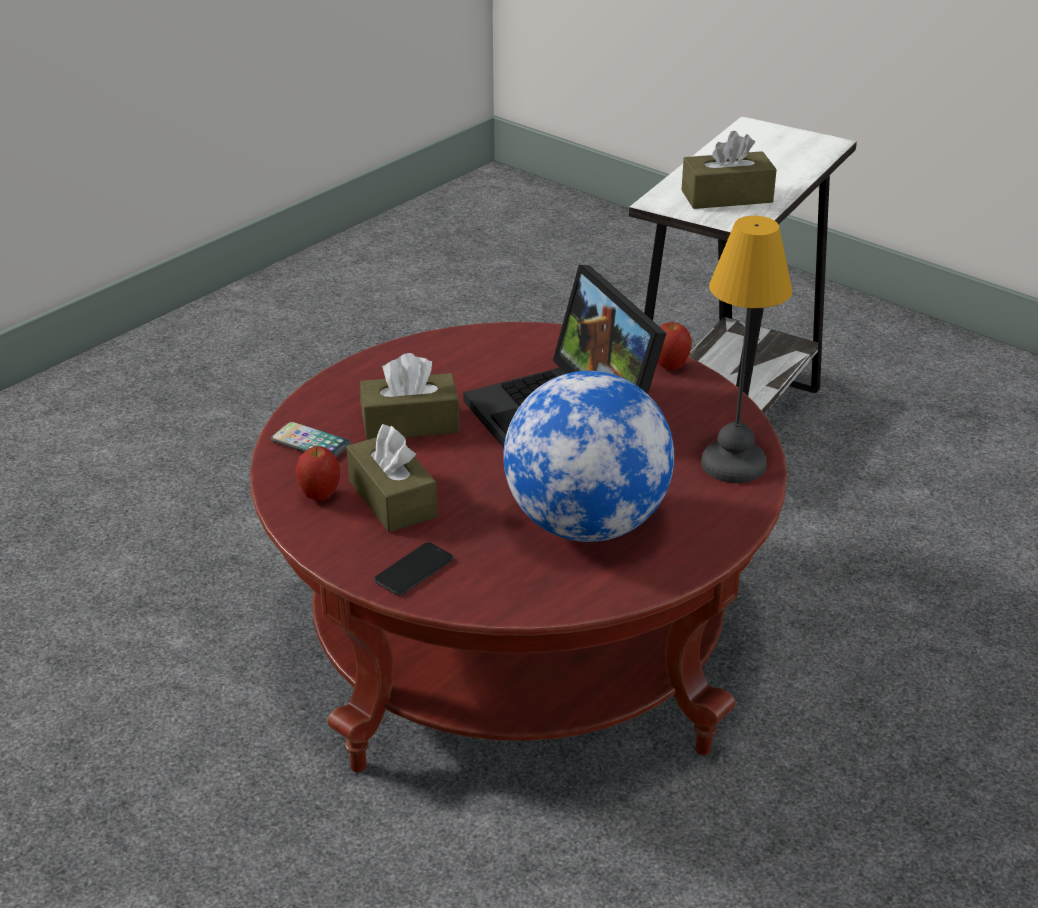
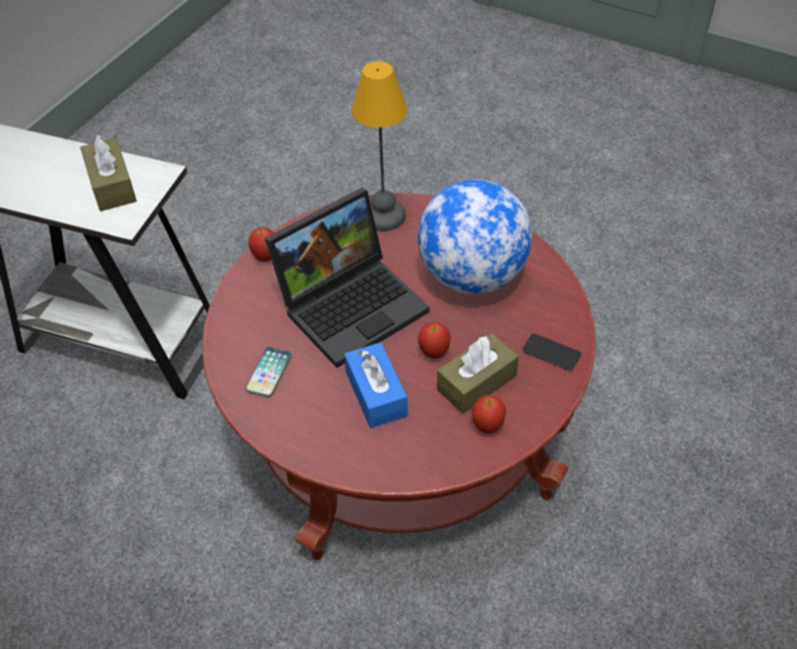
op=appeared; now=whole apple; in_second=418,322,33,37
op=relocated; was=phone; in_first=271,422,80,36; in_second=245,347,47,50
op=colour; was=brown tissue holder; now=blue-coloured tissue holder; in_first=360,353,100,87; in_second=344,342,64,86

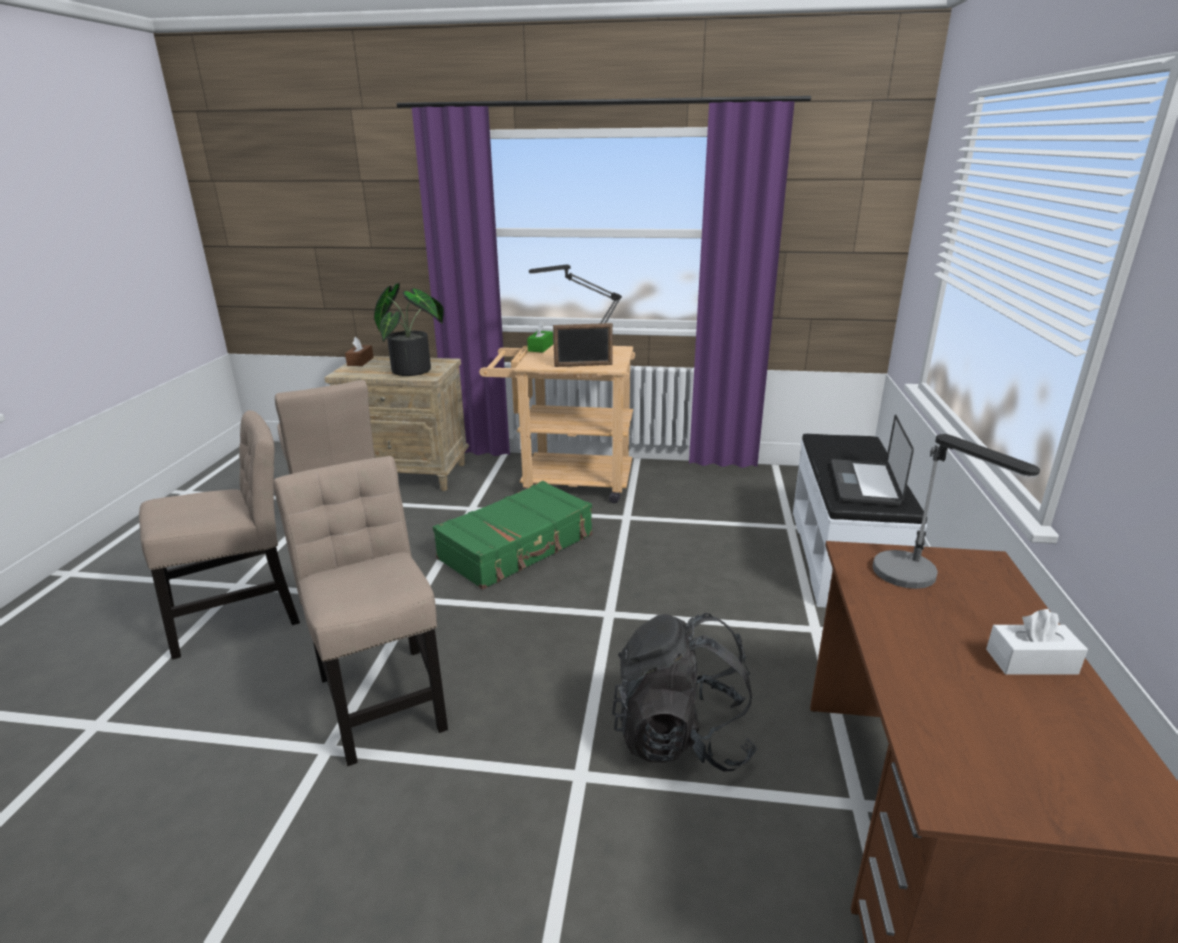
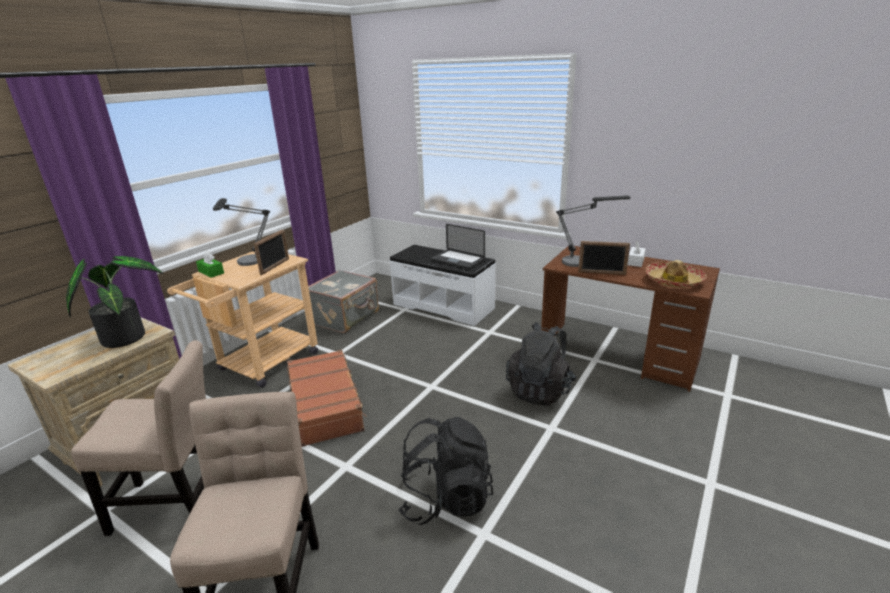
op=missing; was=brown tissue holder; in_first=345,337,29,29
op=appeared; now=greyish travel case; in_second=308,270,71,63
op=appeared; now=photo frame; in_second=578,241,52,34
op=appeared; now=hat; in_second=645,260,62,28
op=exchanged; was=beige-coloured plain chair; now=black backpack; in_first=273,456,175,310; in_second=398,417,95,108
op=colour; was=green-coloured travel case; now=brown travel case; in_first=433,481,159,109; in_second=287,350,80,97

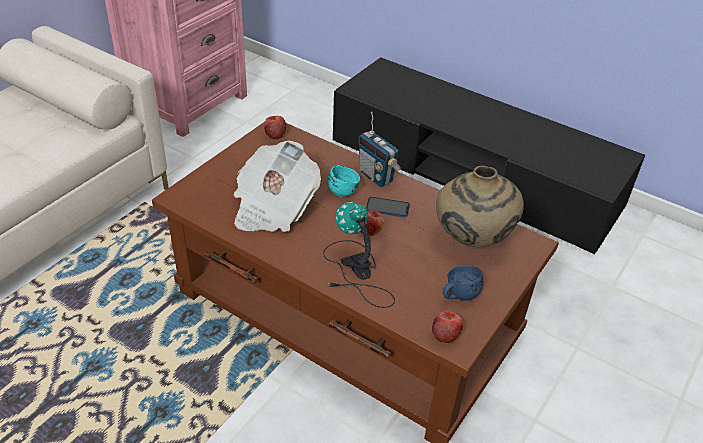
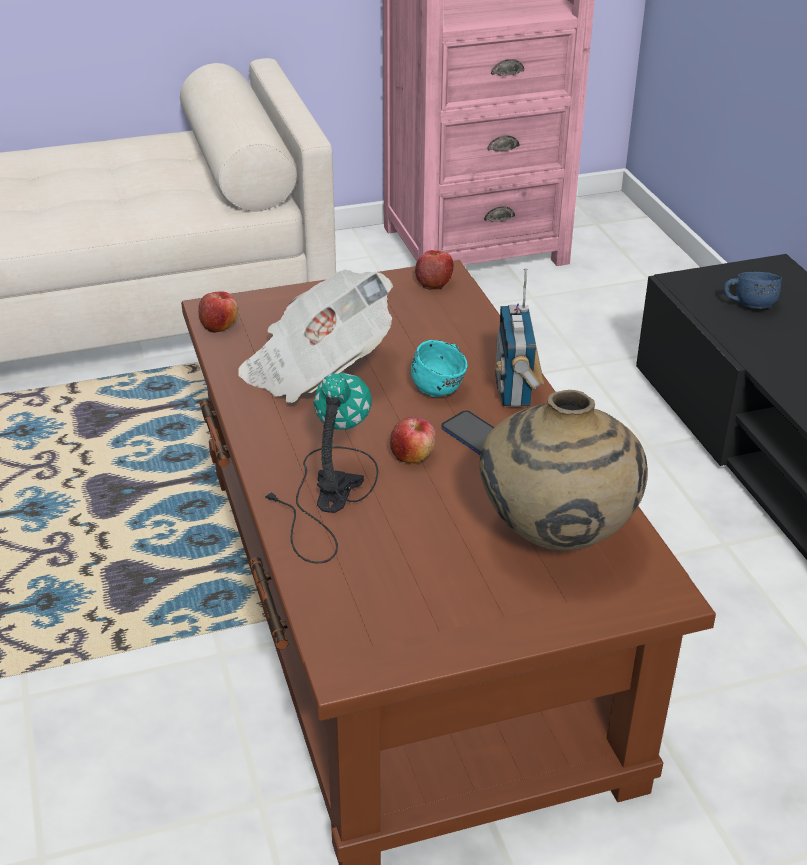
op=relocated; was=whole apple; in_first=432,311,31,32; in_second=198,292,40,41
op=relocated; was=blue-coloured tea mug; in_first=443,265,40,36; in_second=723,272,59,37

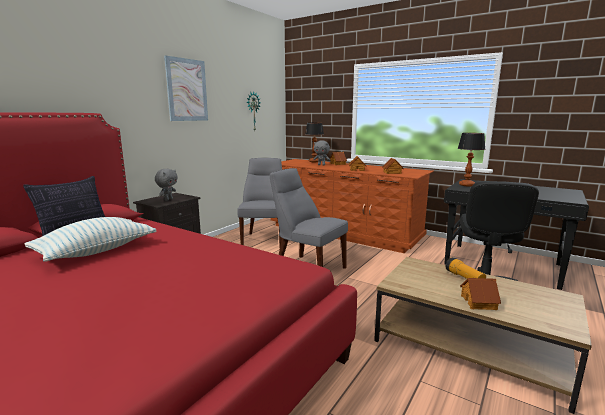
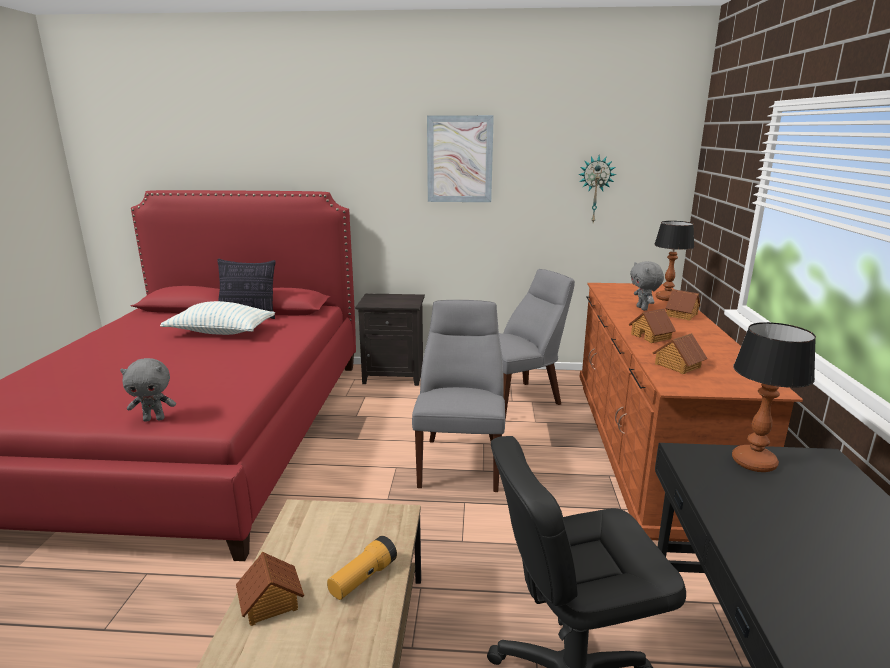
op=relocated; was=greyish soft toy; in_first=155,169,23,32; in_second=120,358,56,64

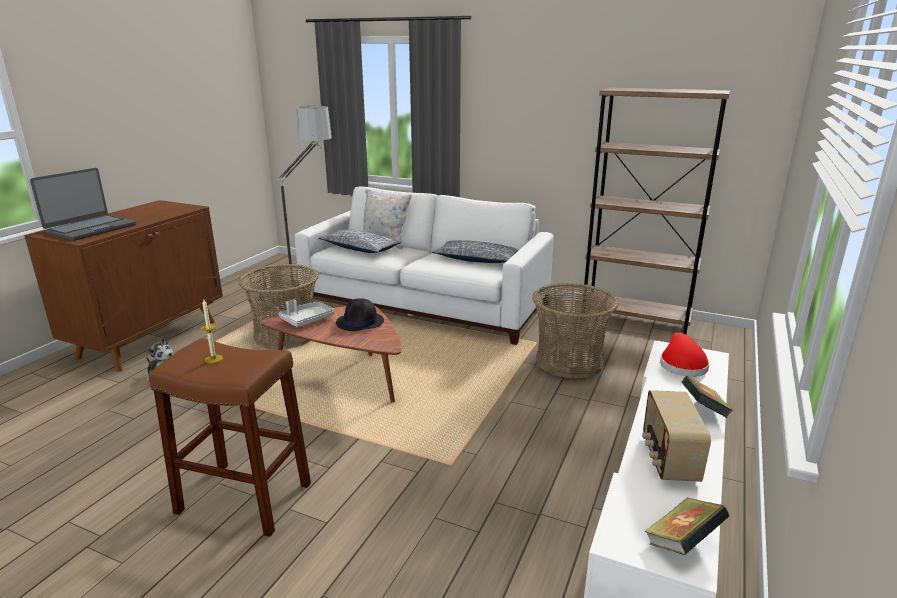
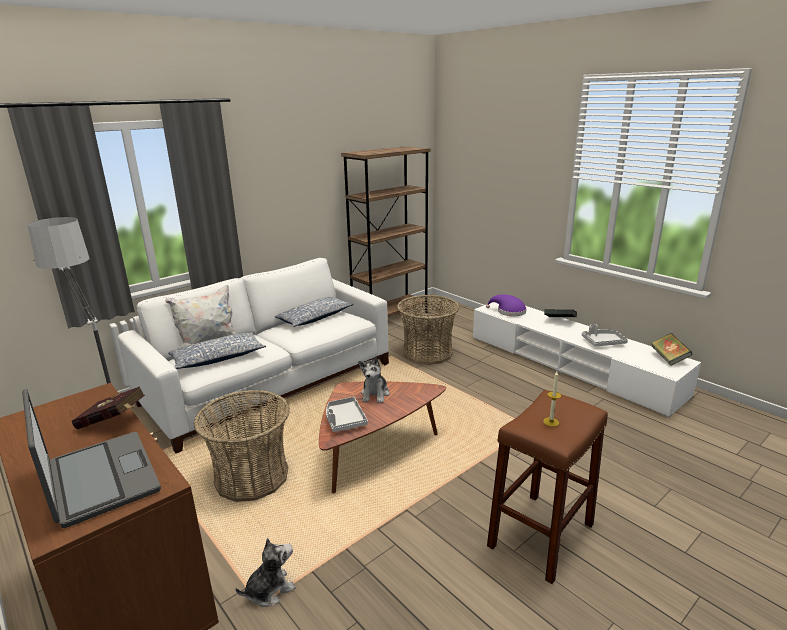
op=appeared; now=reddish bound book; in_second=72,386,73,43
op=exchanged; was=black hat; now=soft toy; in_first=336,298,48,33; in_second=358,356,32,47
op=exchanged; was=radio set; now=greyish tray; in_first=642,390,69,92; in_second=582,324,46,23
op=colour; was=reddish hat; now=purple-coloured hat; in_first=660,332,49,45; in_second=486,294,40,22

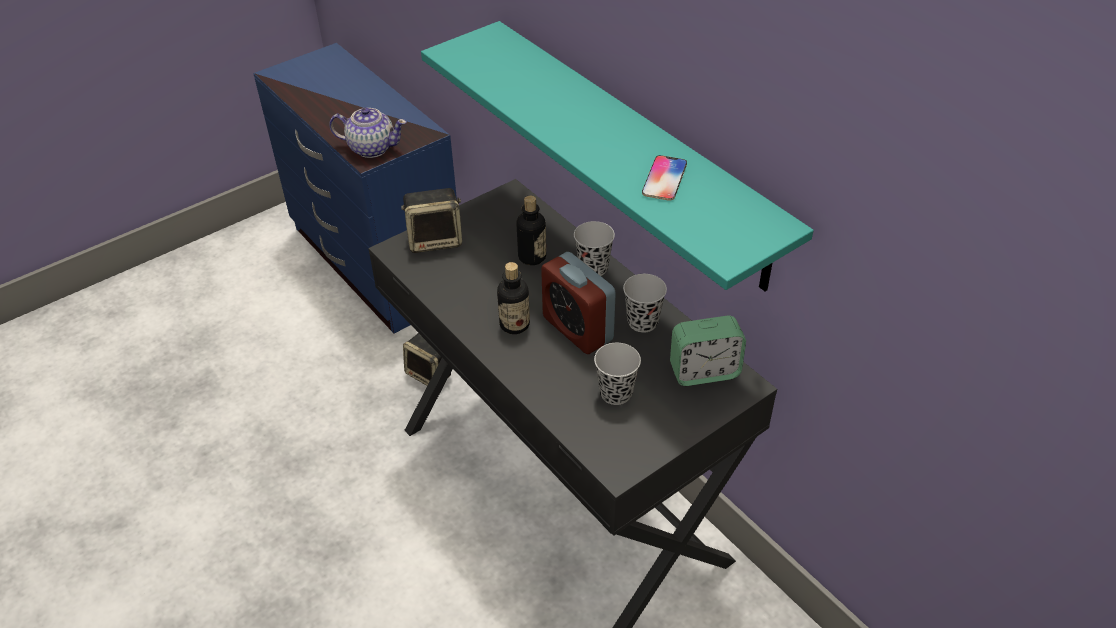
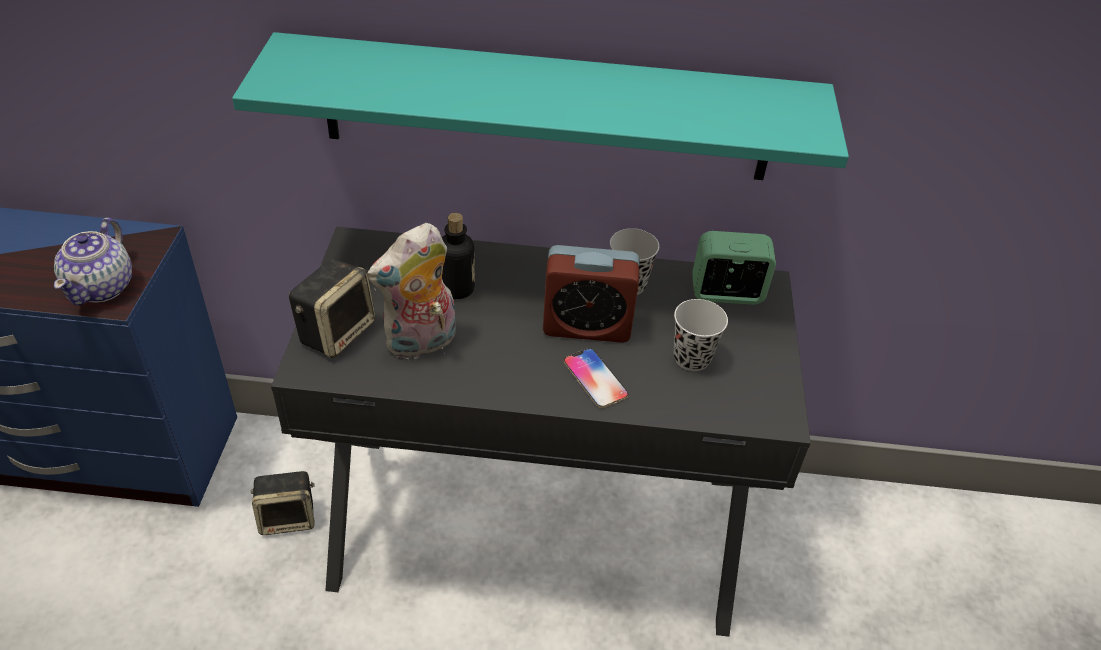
op=missing; was=drink bottle; in_first=497,262,33,72
op=missing; was=black small cup; in_first=574,221,41,55
op=appeared; now=soft toy; in_second=367,223,89,138
op=relocated; was=phone; in_first=642,155,45,46; in_second=564,348,64,60
op=spun; was=pot for tea; in_first=329,107,78,51; in_second=54,217,78,88; clockwise=135
op=spun; was=bedside clock; in_first=670,316,76,70; in_second=692,231,84,74; clockwise=-120

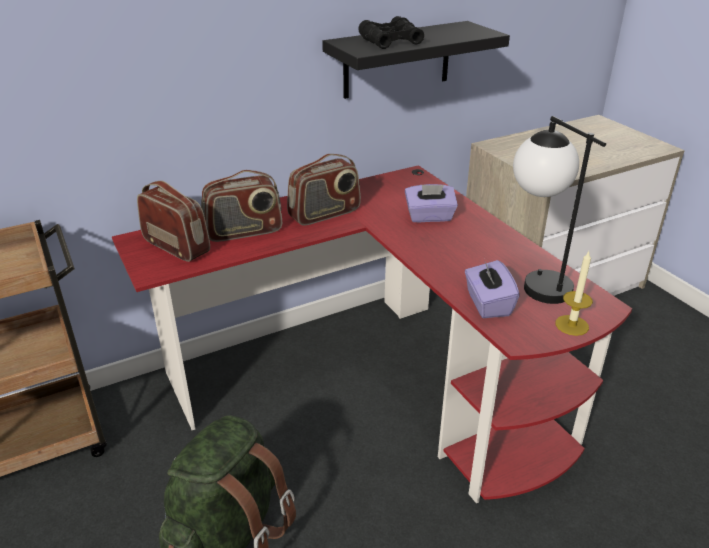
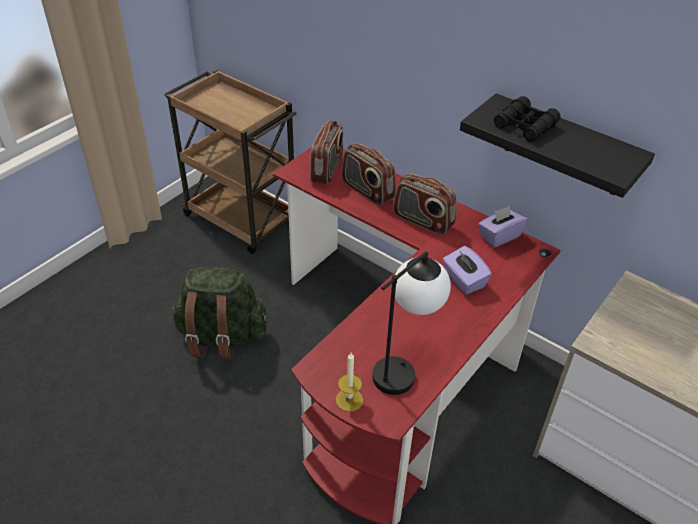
op=relocated; was=purple-coloured tissue holder; in_first=465,260,55,58; in_second=478,206,50,41

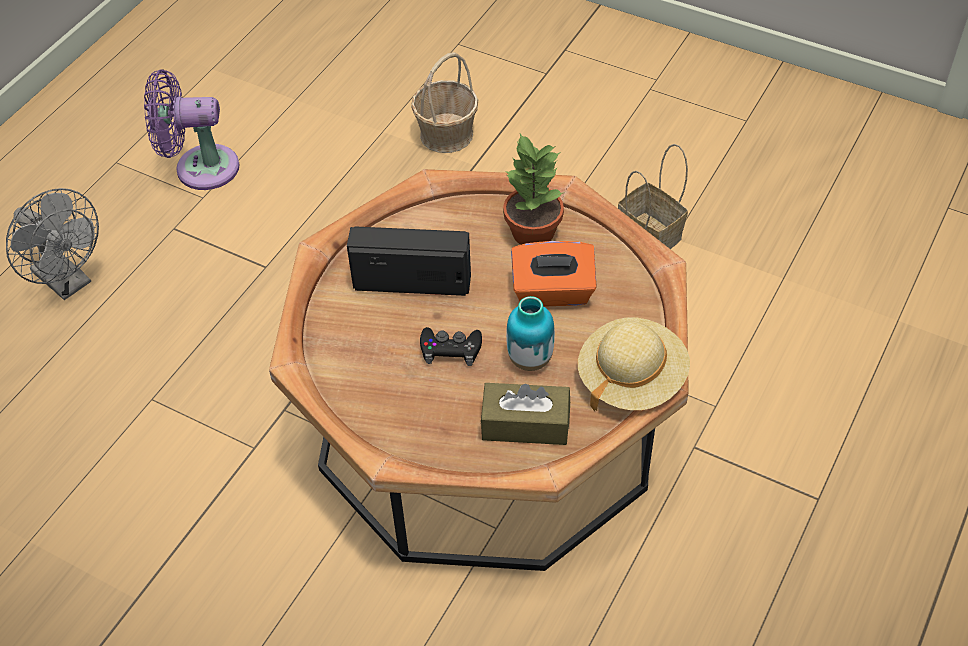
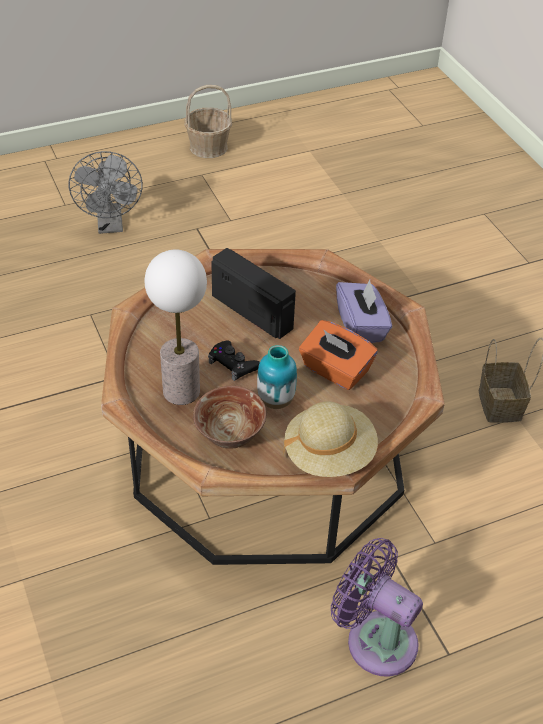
op=appeared; now=table lamp; in_second=145,250,62,155
op=relocated; was=purple-coloured fan; in_first=144,69,95,121; in_second=331,538,92,139
op=relocated; was=storage basket; in_first=411,52,67,101; in_second=184,85,48,73
op=exchanged; was=brown tissue holder; now=bowl; in_first=481,383,89,62; in_second=193,386,73,63
op=exchanged; was=potted plant; now=purple-coloured tissue holder; in_first=503,134,62,111; in_second=336,280,56,63

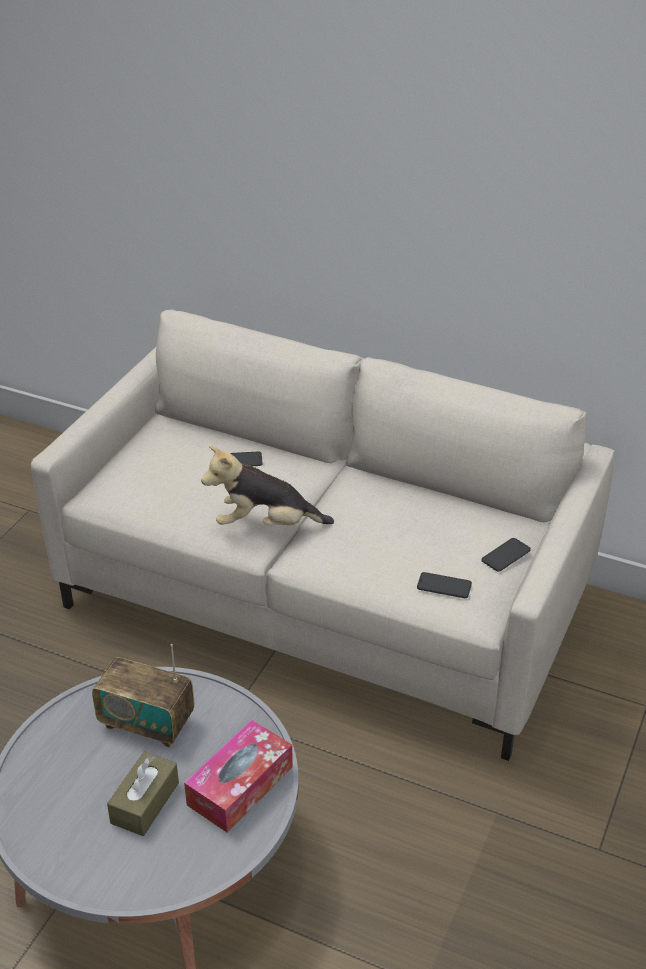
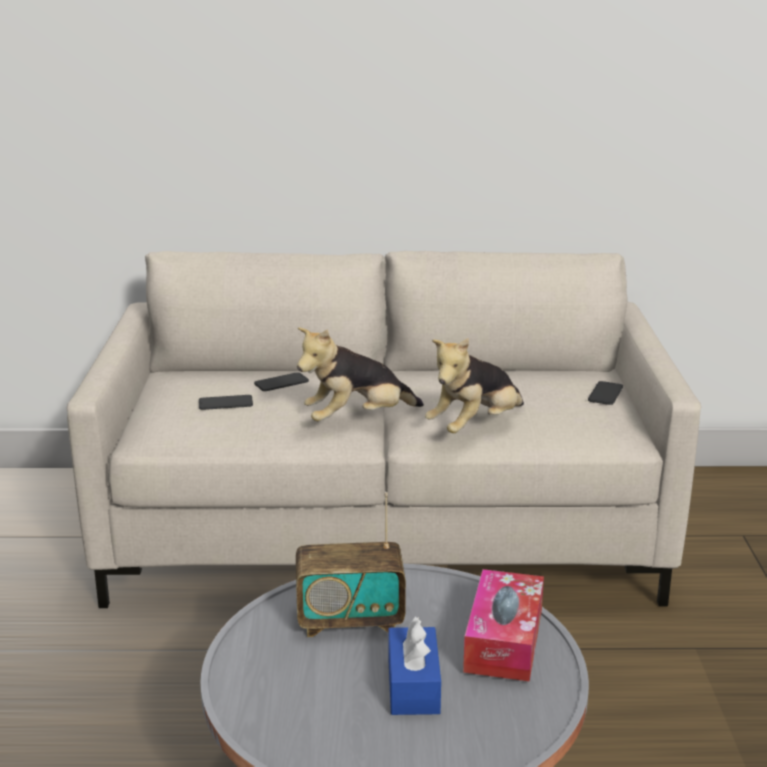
op=appeared; now=soft toy; in_second=425,338,99,95
op=relocated; was=phone; in_first=417,572,55,26; in_second=199,395,54,15
op=colour; was=brown tissue holder; now=blue-coloured tissue holder; in_first=107,751,72,85; in_second=388,617,53,98

